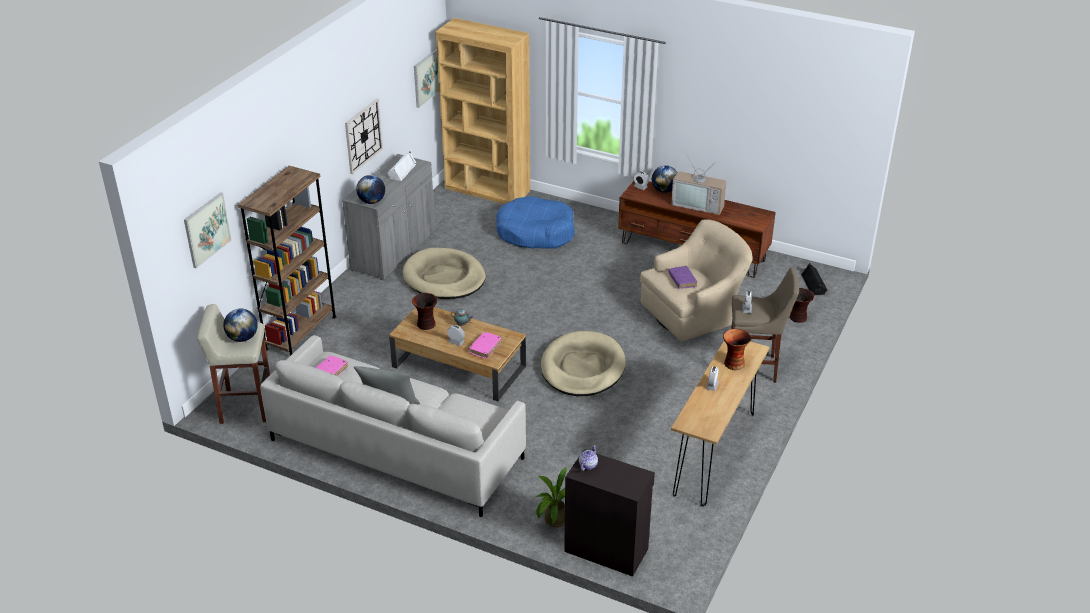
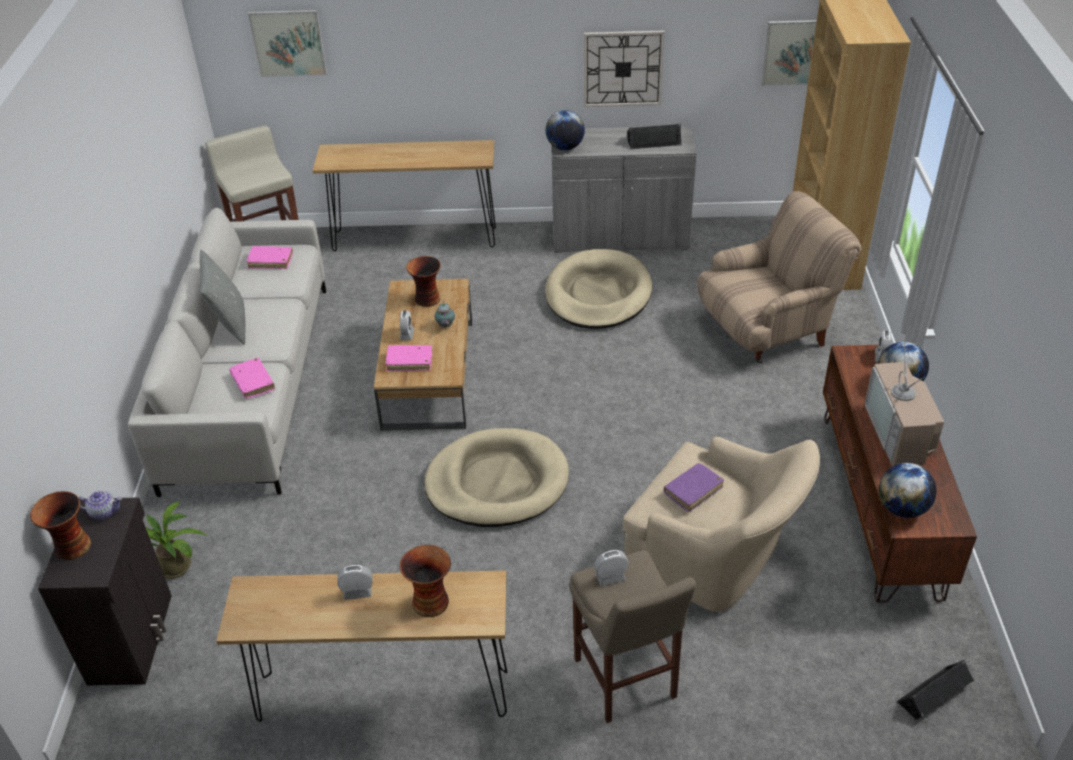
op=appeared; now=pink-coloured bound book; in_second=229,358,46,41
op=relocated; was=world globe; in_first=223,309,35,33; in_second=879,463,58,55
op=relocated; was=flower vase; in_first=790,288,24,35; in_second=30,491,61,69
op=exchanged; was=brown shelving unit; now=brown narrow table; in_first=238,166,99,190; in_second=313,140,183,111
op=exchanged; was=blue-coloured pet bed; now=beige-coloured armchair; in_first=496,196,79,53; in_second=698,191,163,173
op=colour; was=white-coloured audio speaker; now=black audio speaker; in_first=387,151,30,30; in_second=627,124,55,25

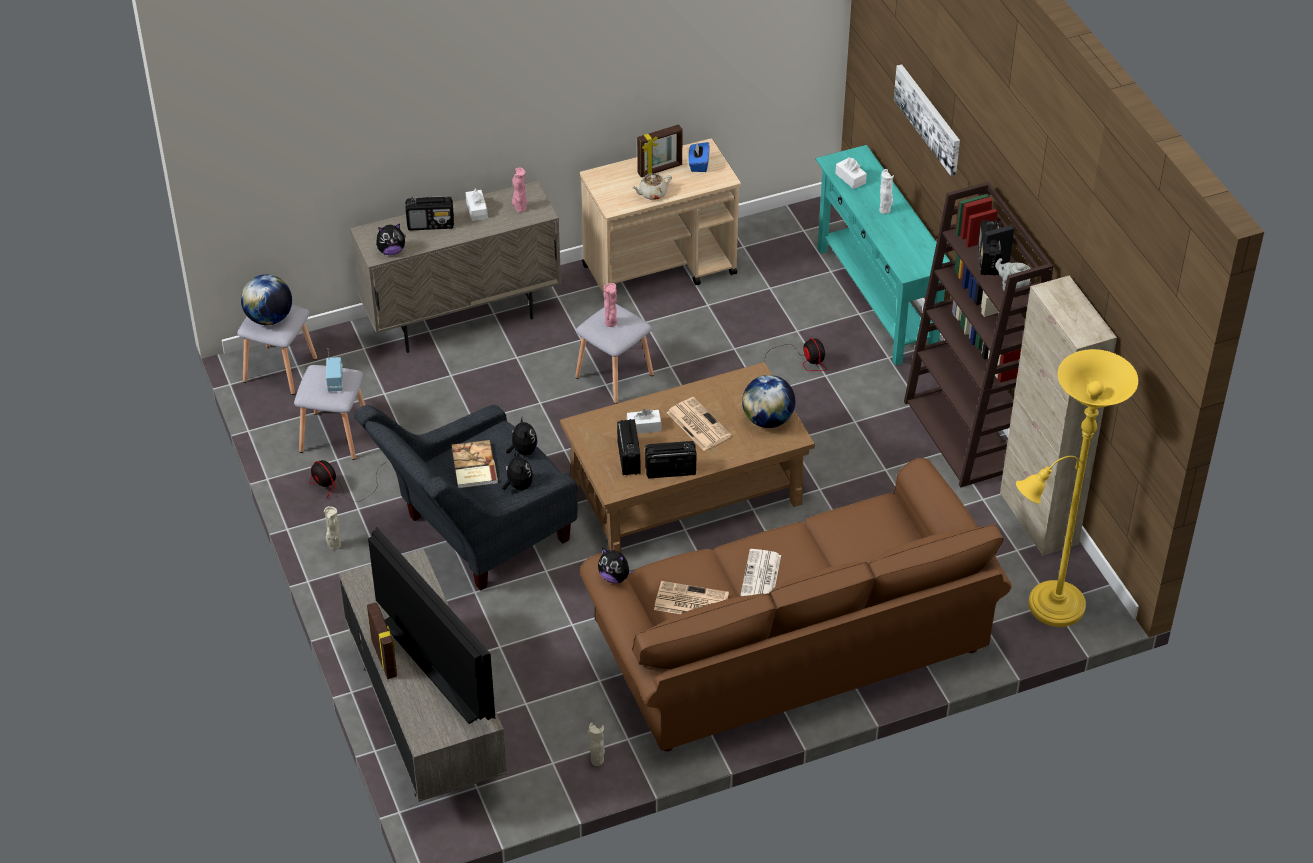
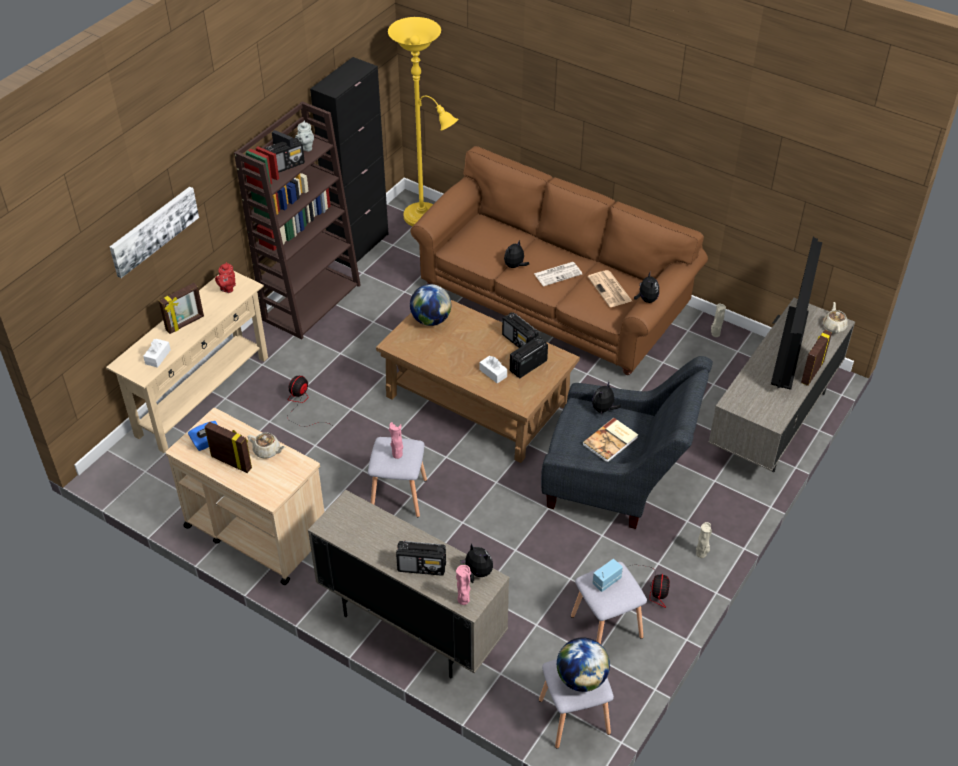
op=missing; was=white-coloured tissue holder; in_first=466,188,22,33
op=missing; was=newspaper; in_first=667,397,65,54
op=appeared; now=reddish pot for tea; in_second=215,262,21,31
op=appeared; now=beige-coloured pot for tea; in_second=823,302,25,31
op=relocated; was=soft toy; in_first=506,416,32,39; in_second=504,240,25,28
op=relocated; was=pink-coloured flower vase; in_first=512,168,15,44; in_second=456,565,15,40
op=exchanged; was=white-coloured flower vase; now=photo frame; in_first=879,169,15,45; in_second=159,283,45,51
op=colour; was=blue-green narrow table; now=beige-coloured narrow table; in_first=816,145,134,221; in_second=106,271,162,182
op=colour; was=beige-coloured cupboard; now=black cupboard; in_first=1000,275,117,281; in_second=310,57,79,211
op=spun; was=radio set; in_first=406,196,48,34; in_second=396,540,50,36; clockwise=135

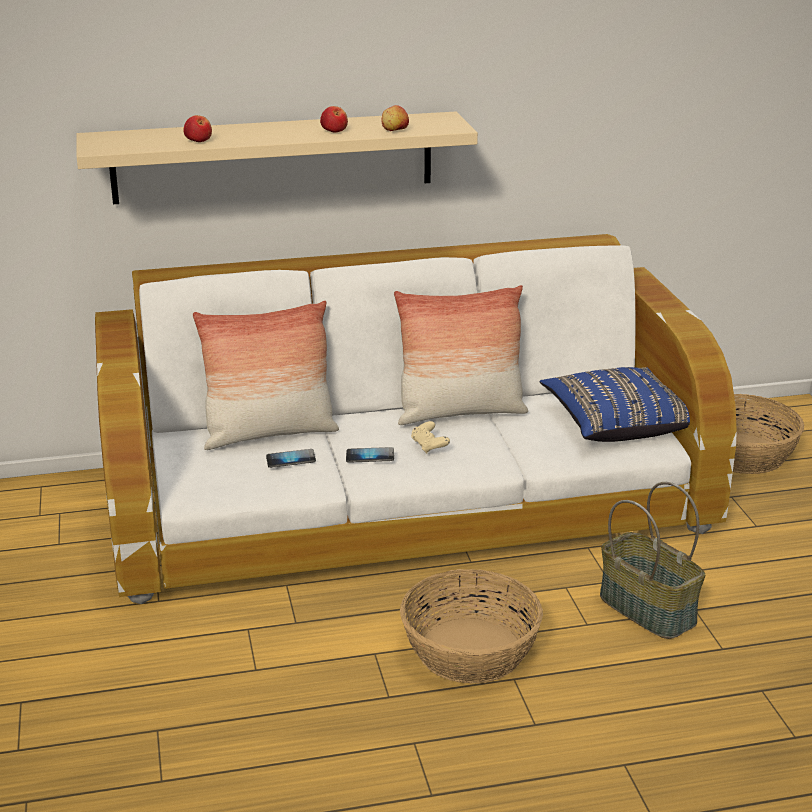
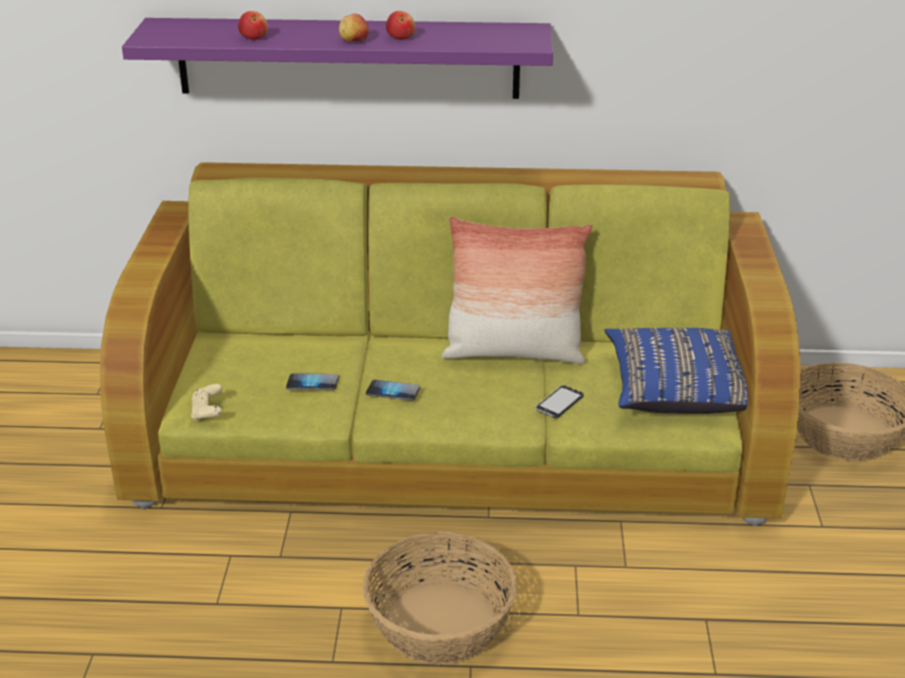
op=missing; was=cushion; in_first=193,301,146,149
op=missing; was=storage basket; in_first=600,482,105,157
op=appeared; now=phone; in_second=535,385,49,33
op=relocated; was=whole apple; in_first=381,105,28,26; in_second=339,14,30,28
op=relocated; was=beige-coloured game controller; in_first=411,421,39,33; in_second=191,384,31,38
op=colour; was=beige-coloured bracket shelf; now=purple-coloured bracket shelf; in_first=77,112,401,92; in_second=122,18,431,81
op=colour; was=white-coloured sofa; now=green-coloured sofa; in_first=95,234,642,370; in_second=100,162,700,364

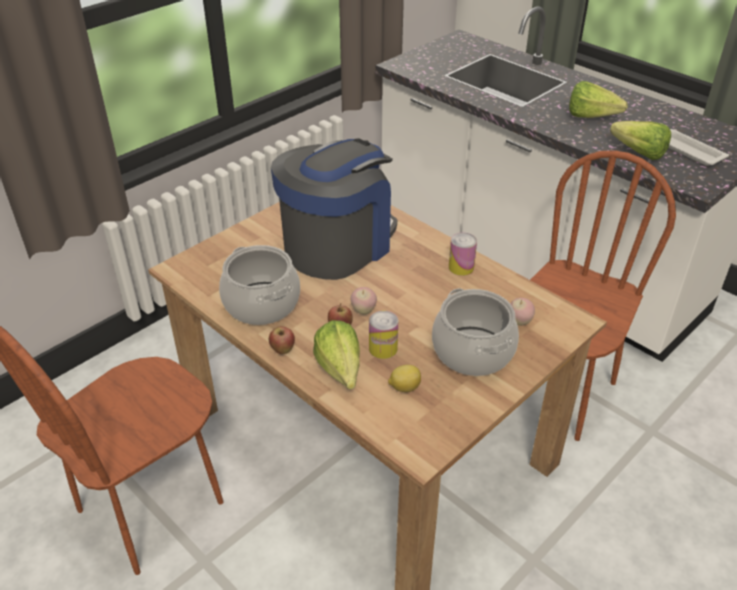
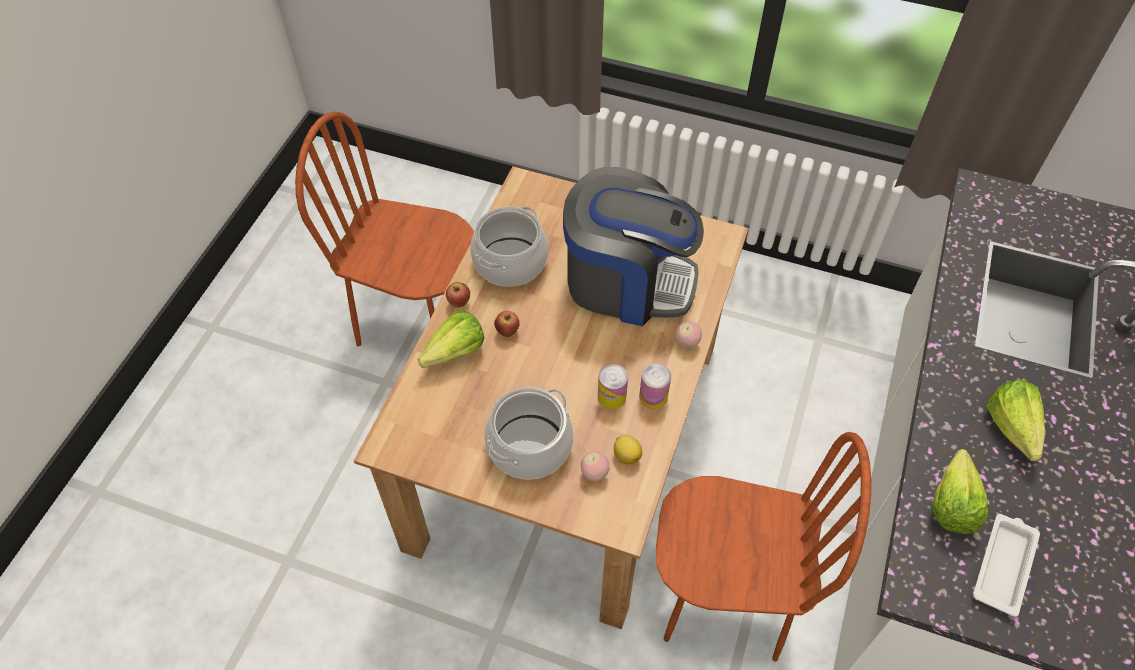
op=relocated; was=whole apple; in_first=350,287,27,27; in_second=675,321,27,27
op=relocated; was=metal can; in_first=369,311,29,48; in_second=598,364,30,45
op=relocated; was=lemon; in_first=388,365,33,27; in_second=614,435,28,29

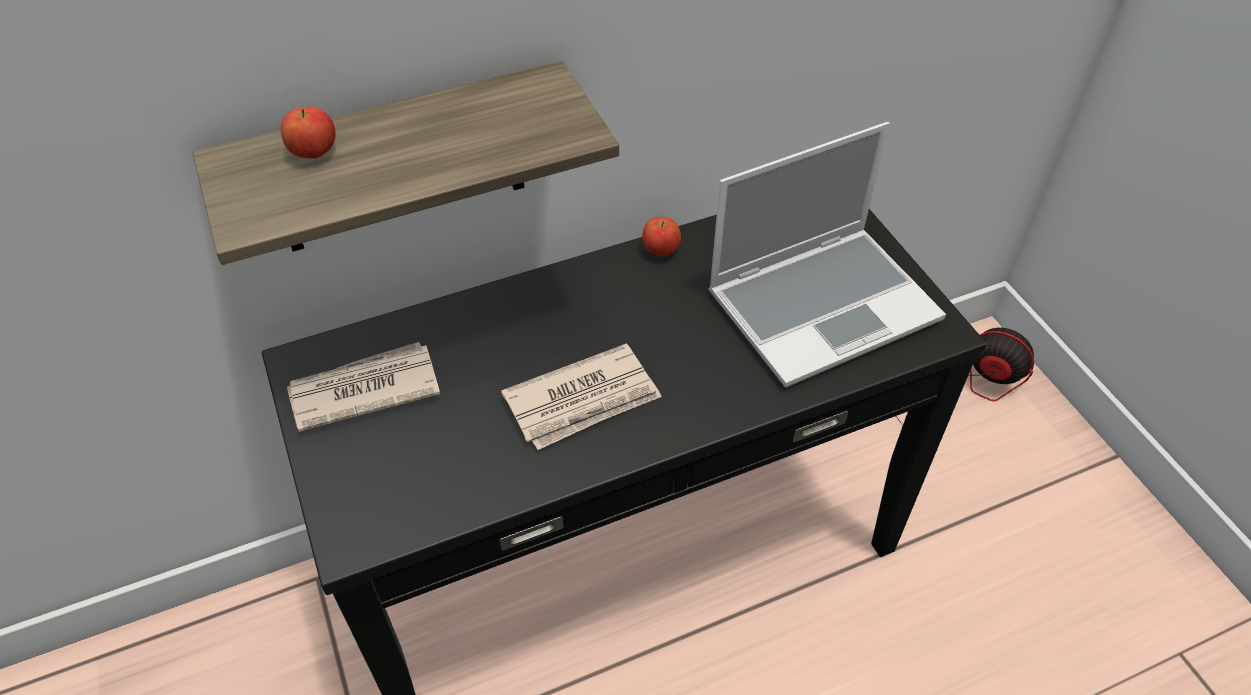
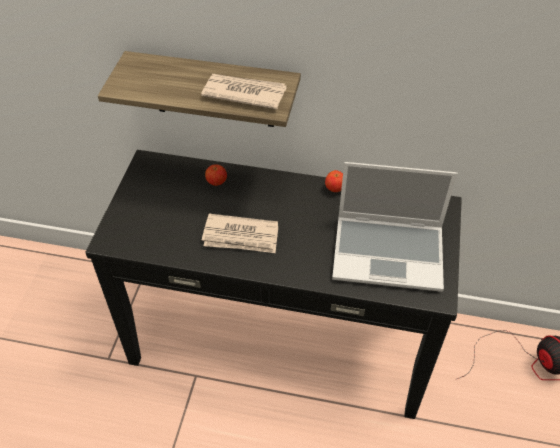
op=relocated; was=whole apple; in_first=281,107,54,52; in_second=205,164,22,22
op=relocated; was=newspaper; in_first=287,342,153,90; in_second=201,74,86,35

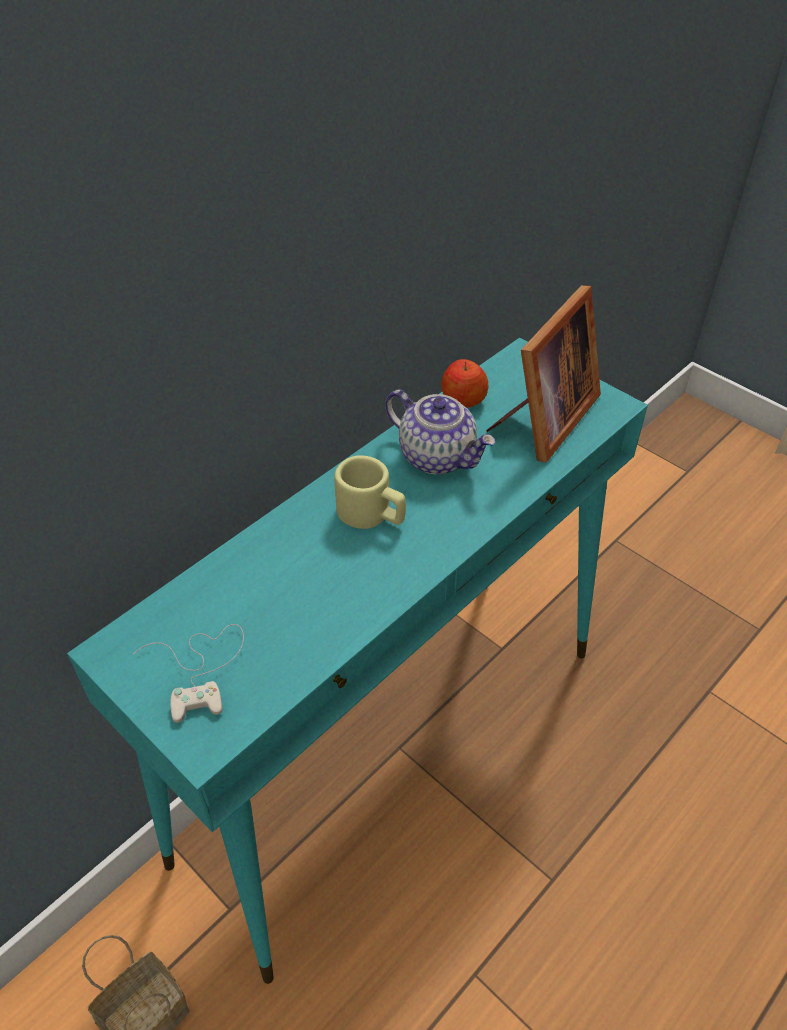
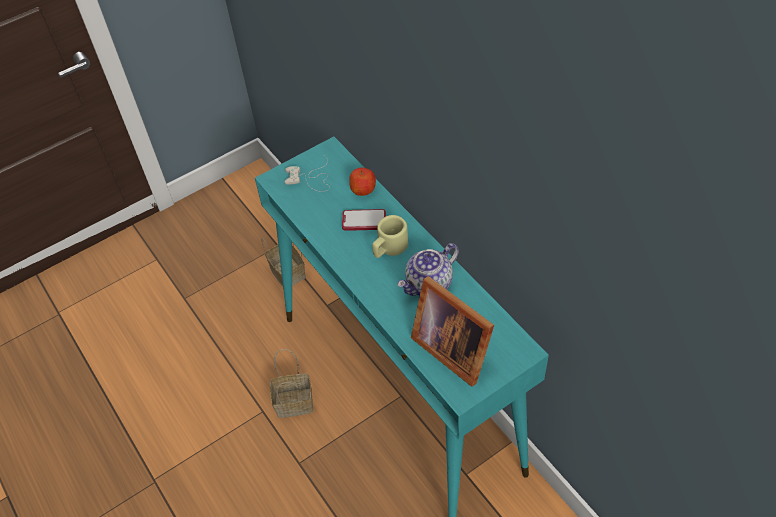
op=appeared; now=storage basket; in_second=270,349,43,69
op=appeared; now=phone; in_second=342,209,44,22
op=relocated; was=whole apple; in_first=441,359,47,49; in_second=349,168,27,28

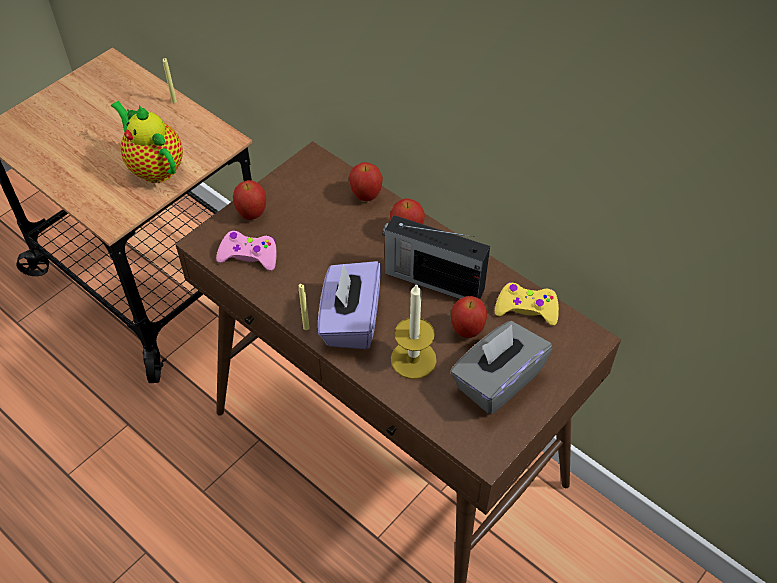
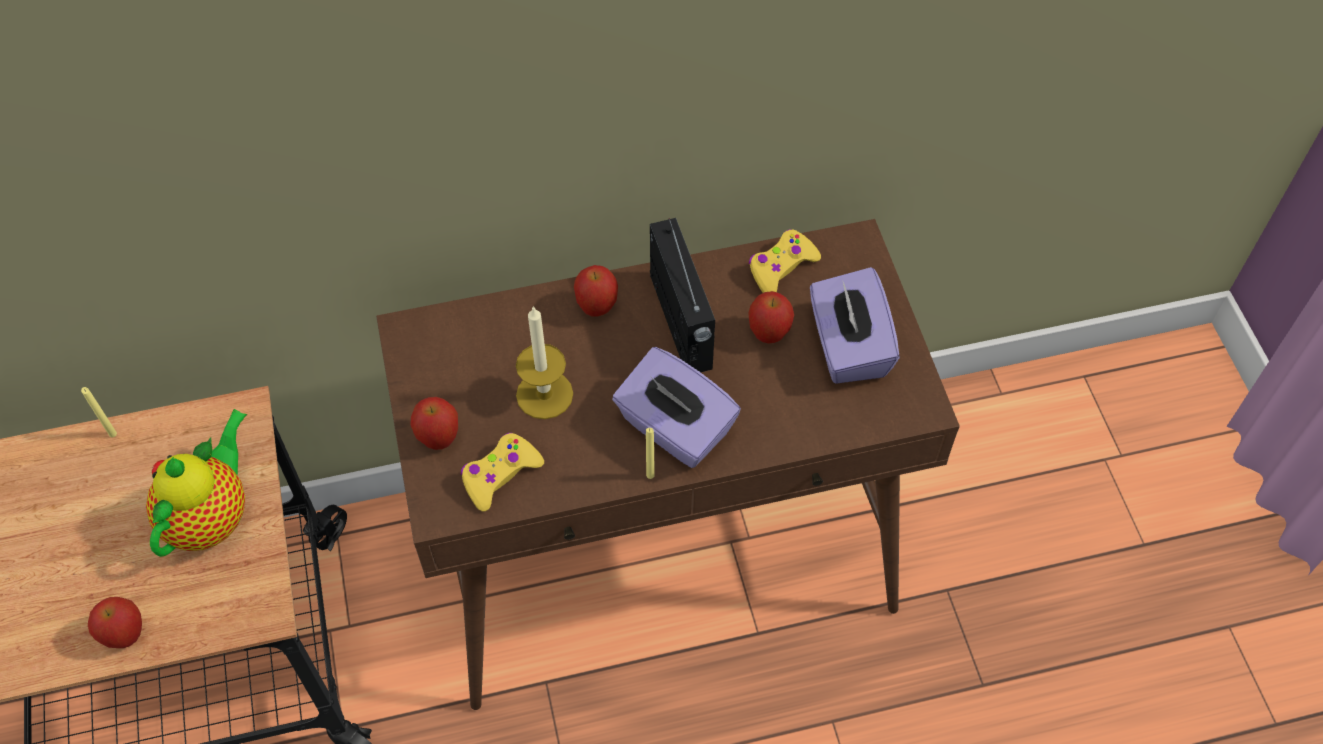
op=relocated; was=whole apple; in_first=349,162,34,39; in_second=88,597,54,51
op=relocated; was=candle; in_first=391,283,46,96; in_second=516,306,57,113
op=colour; was=pink-coloured game controller; now=yellow game controller; in_first=216,230,61,41; in_second=461,433,83,79
op=colour; was=greyish tissue holder; now=purple-coloured tissue holder; in_first=450,321,103,94; in_second=810,267,90,117
op=spun; was=pot for tea; in_first=111,101,72,82; in_second=146,409,101,148; clockwise=120
op=spun; was=radio set; in_first=382,215,108,84; in_second=650,218,65,154; clockwise=-75

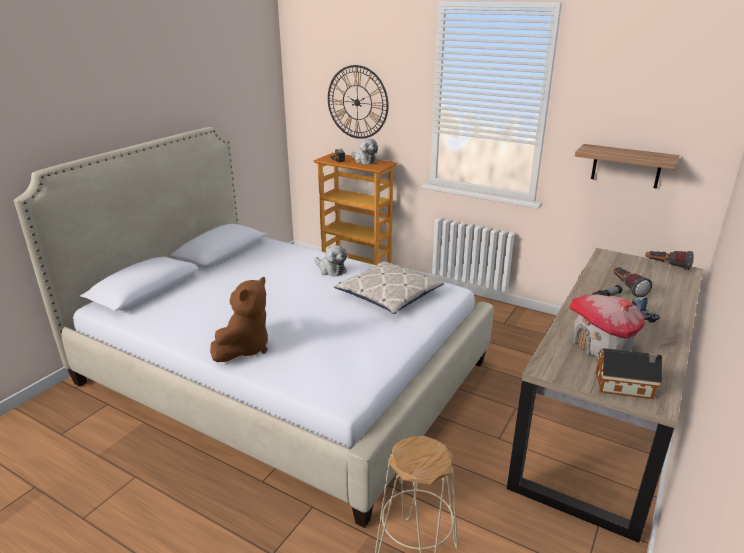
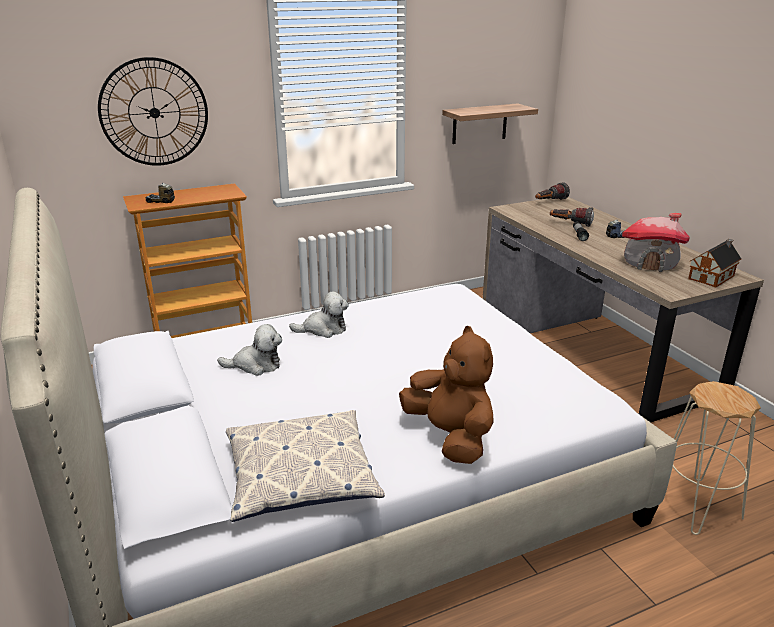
op=relocated; was=cushion; in_first=334,261,110,53; in_second=226,410,159,112
op=relocated; was=soft toy; in_first=351,139,27,25; in_second=217,324,65,52

